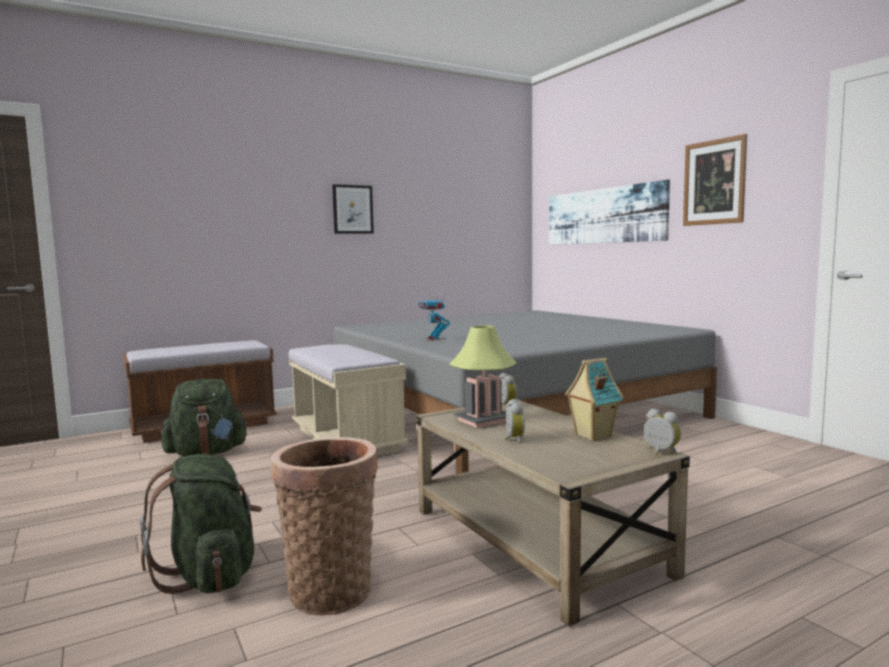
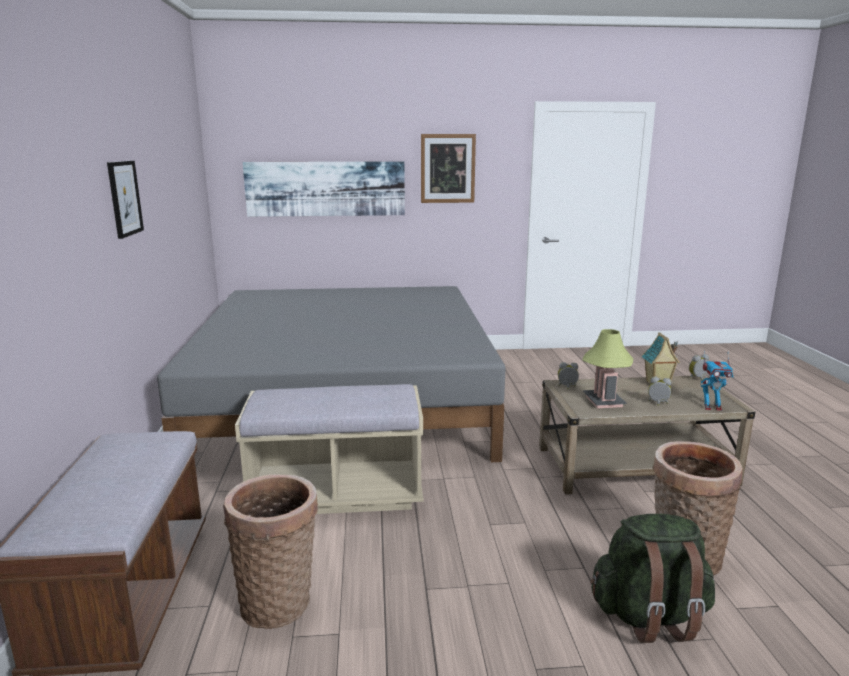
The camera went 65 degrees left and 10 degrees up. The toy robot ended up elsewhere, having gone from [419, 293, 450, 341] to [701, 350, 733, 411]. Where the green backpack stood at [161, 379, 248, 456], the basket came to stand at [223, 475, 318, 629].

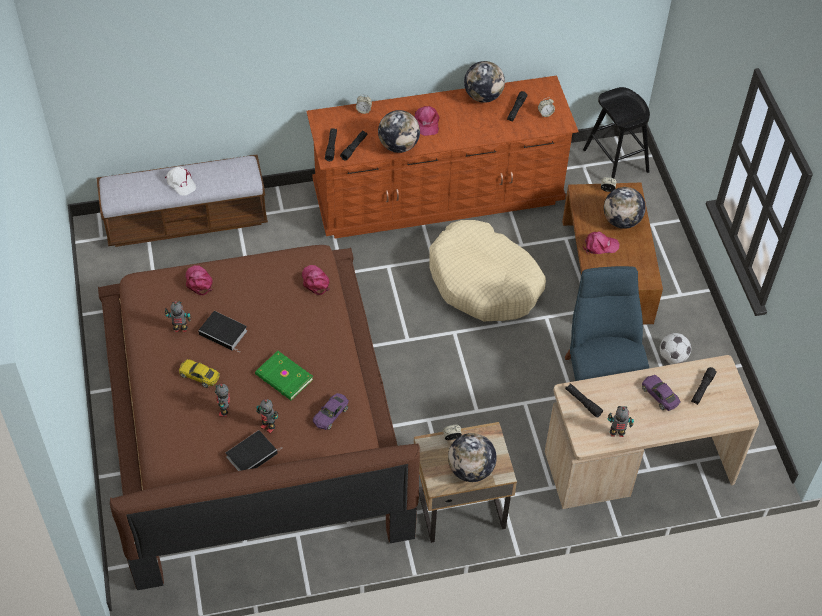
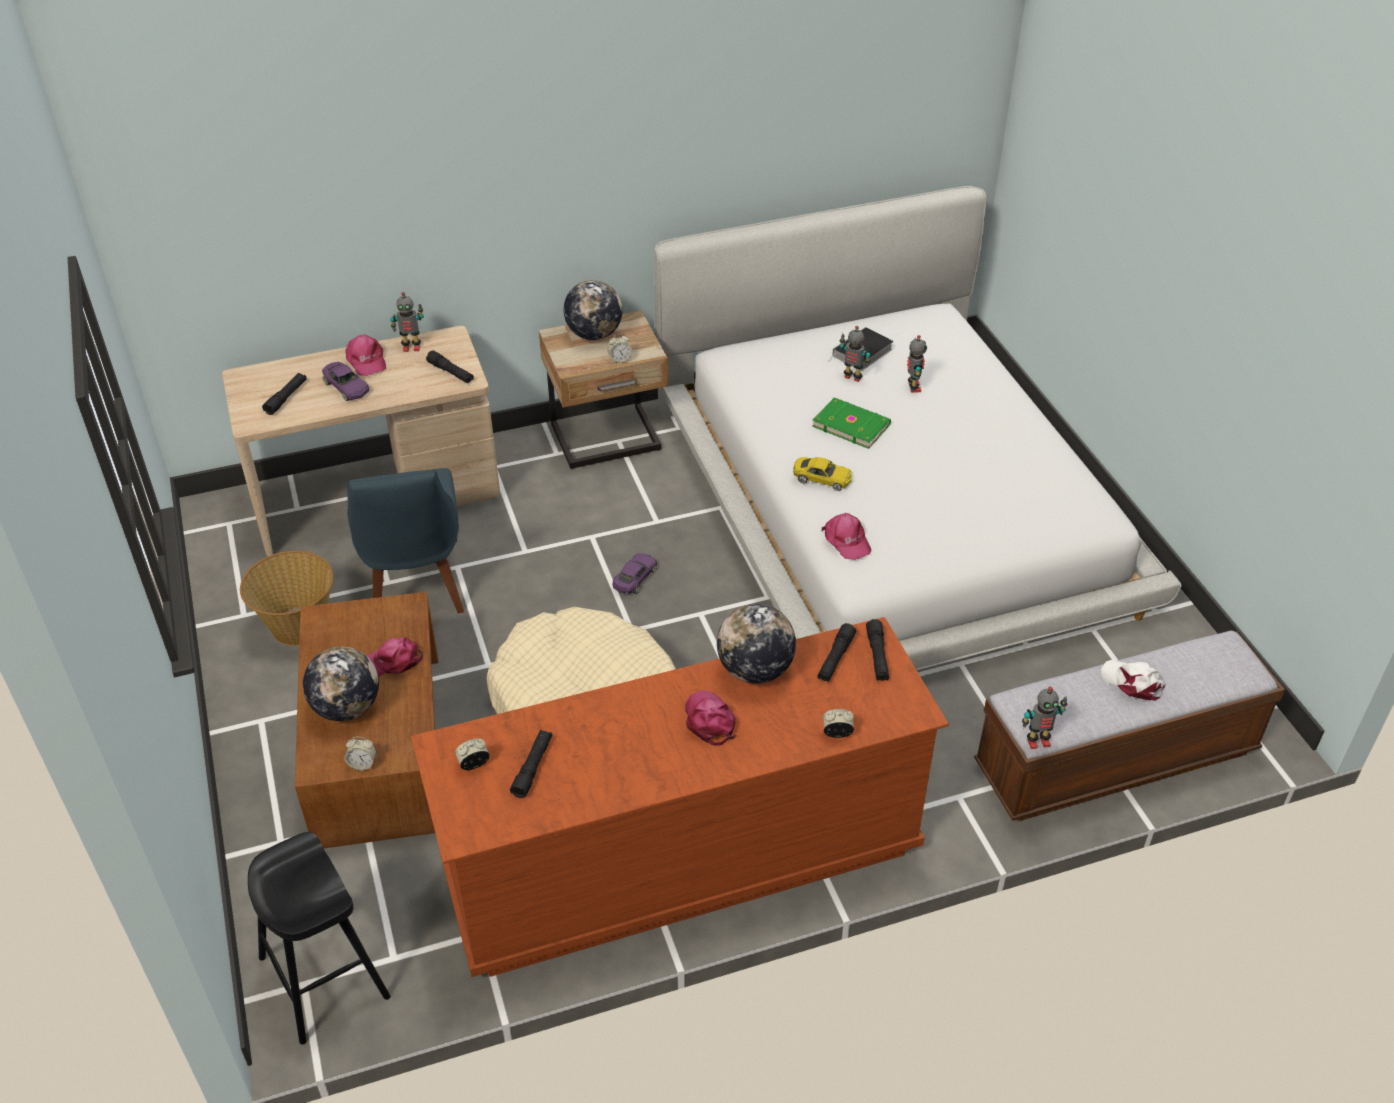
The camera went 175 degrees right and 10 degrees down. The second view lost the globe at [464, 61, 505, 103]. What was the brown bed at [98, 245, 420, 590] turned into the white bed at [654, 186, 1182, 670]. The pink cap ended up elsewhere, having gone from [186, 265, 213, 295] to [345, 335, 386, 376]. The toy robot ended up elsewhere, having gone from [164, 301, 191, 332] to [1022, 687, 1067, 749]. The second view lost the book at [198, 311, 247, 352]. Where the football stood at [660, 333, 691, 364], the basket came to stand at [240, 551, 333, 646]. The yellow toy car ended up elsewhere, having gone from [179, 359, 220, 388] to [793, 457, 852, 491]. The purple toy car ended up elsewhere, having gone from [313, 393, 349, 430] to [612, 553, 657, 594].

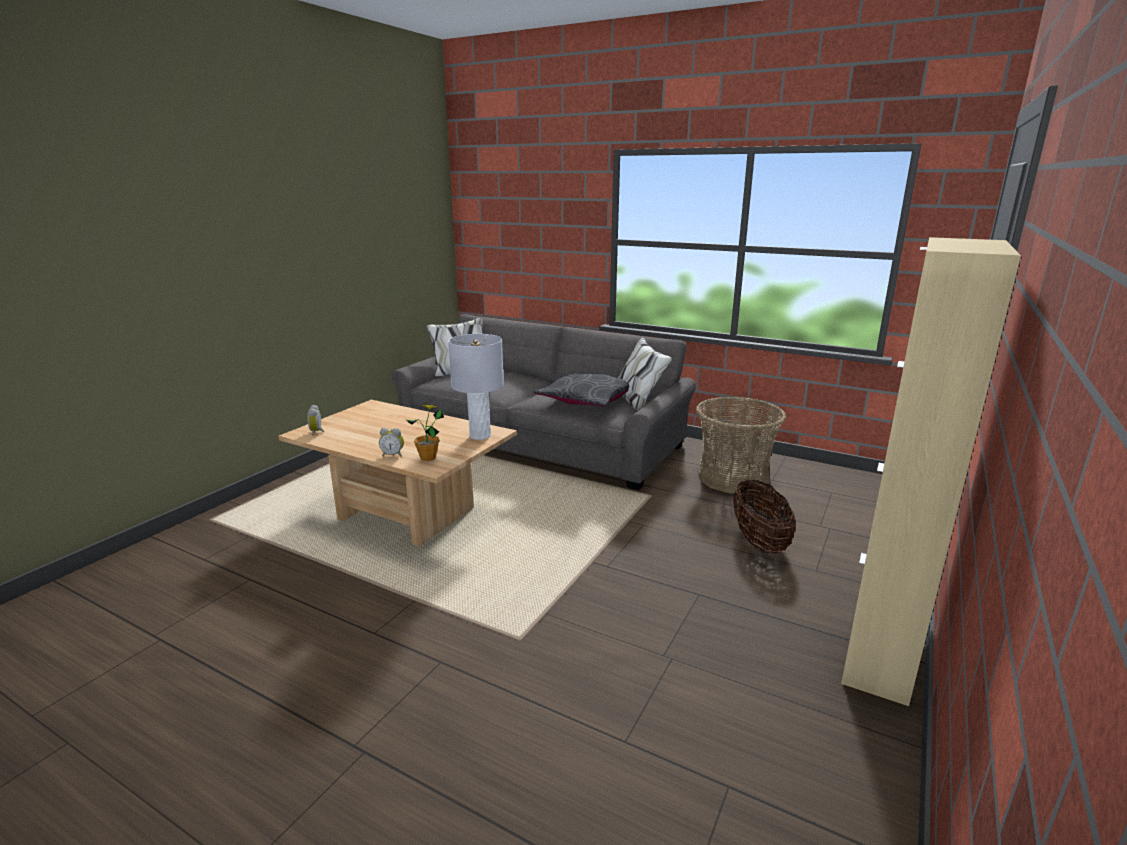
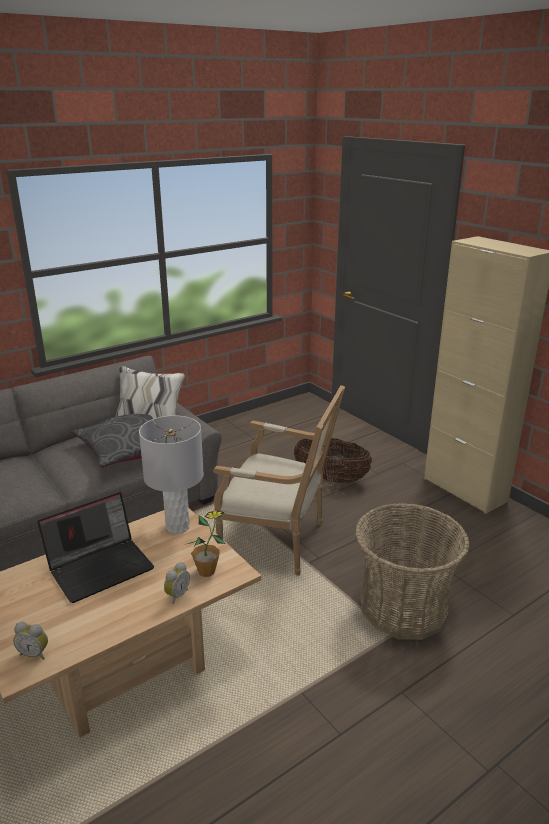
The camera went 65 degrees left and 5 degrees up. The basket ended up elsewhere, having gone from [696, 397, 786, 494] to [355, 503, 470, 640]. The second view gained the armchair at [213, 385, 345, 576]. The second view gained the laptop at [37, 492, 154, 603].

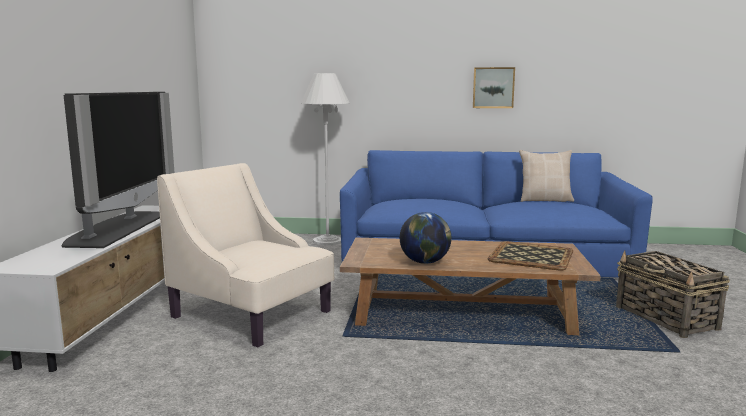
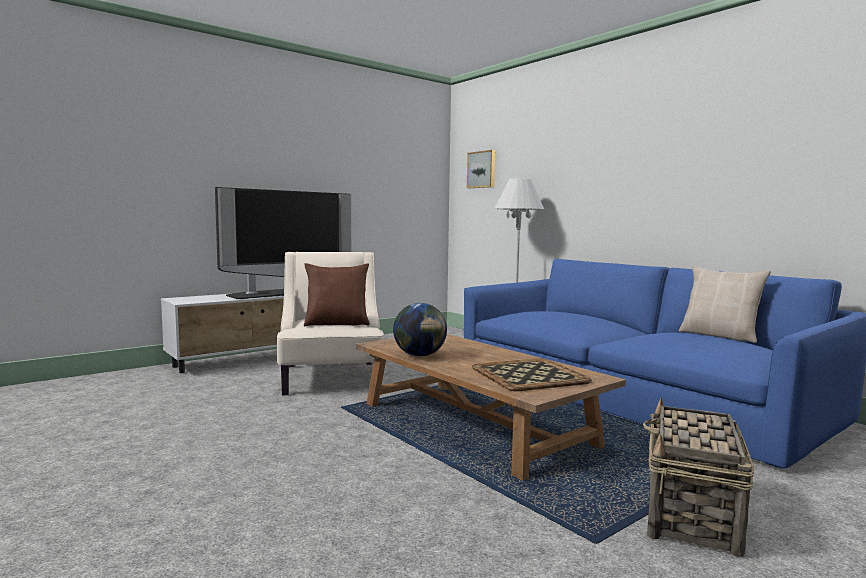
The camera went 45 degrees right and 5 degrees down. The picture ended up elsewhere, having gone from [473, 67, 515, 108] to [467, 150, 495, 188]. The second view gained the brown pillow at [304, 263, 370, 326].

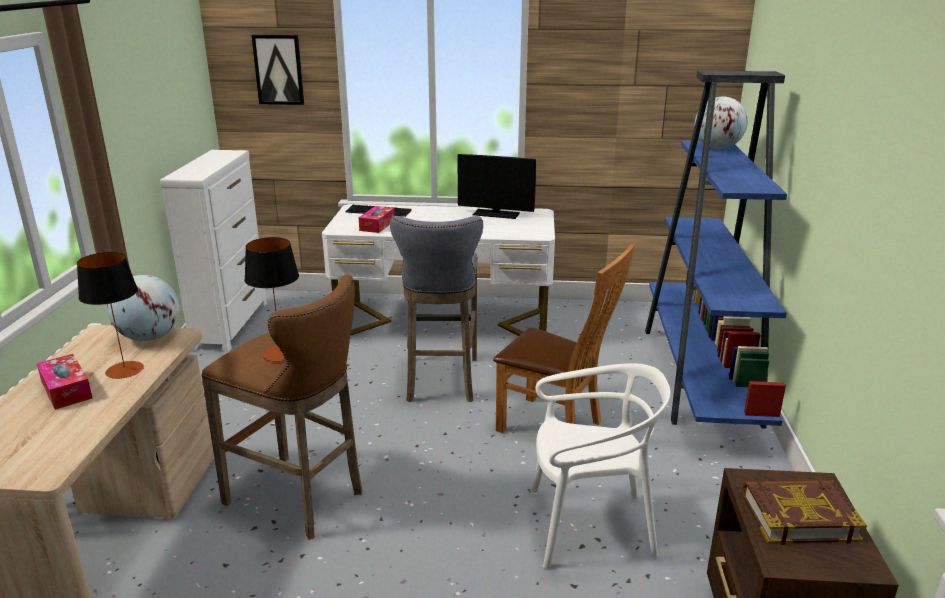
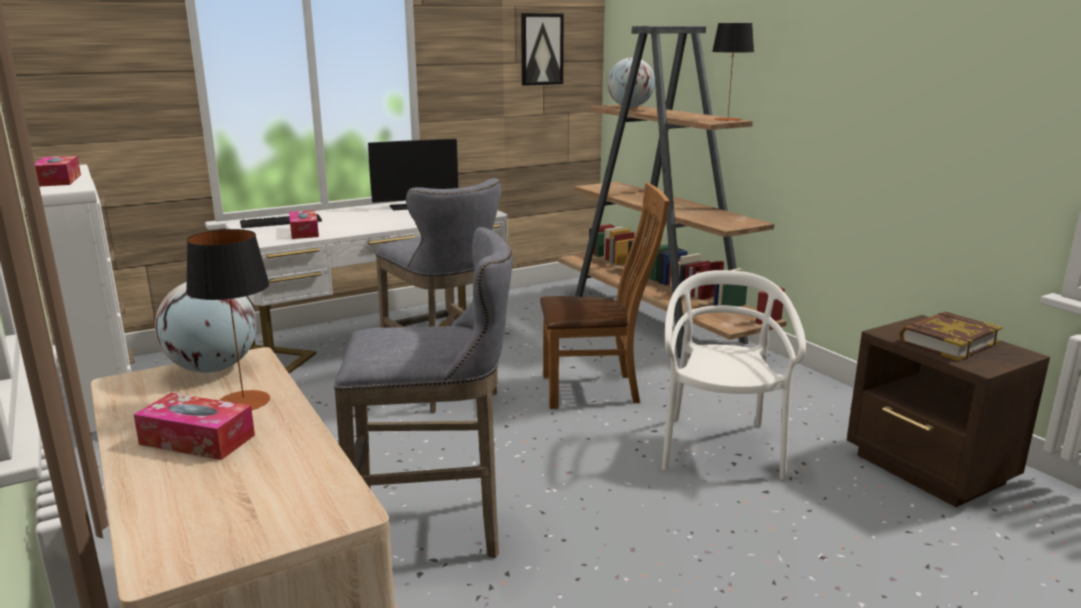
The camera went 35 degrees left and 5 degrees down. The picture ended up elsewhere, having gone from [251, 35, 304, 105] to [521, 13, 564, 86]. What was the blue bookcase at [645, 71, 787, 429] turned into the brown bookcase at [558, 26, 787, 359]. The table lamp ended up elsewhere, having gone from [244, 237, 299, 362] to [712, 23, 754, 121]. What was the brown stool at [201, 274, 362, 540] turned into the grey stool at [334, 227, 513, 558]. The white chair at [532, 363, 671, 569] ended up facing another way, 45 degrees counterclockwise from before. The second view gained the tissue box at [35, 156, 81, 187].

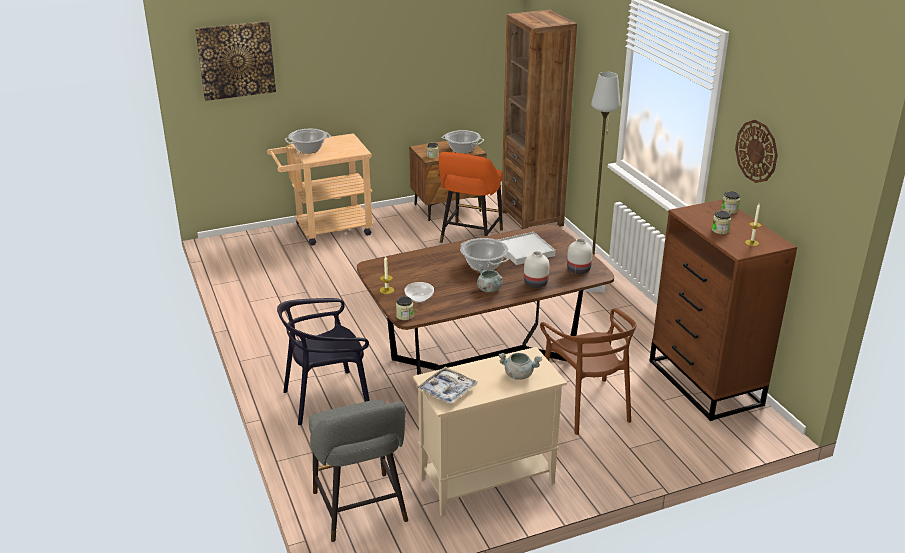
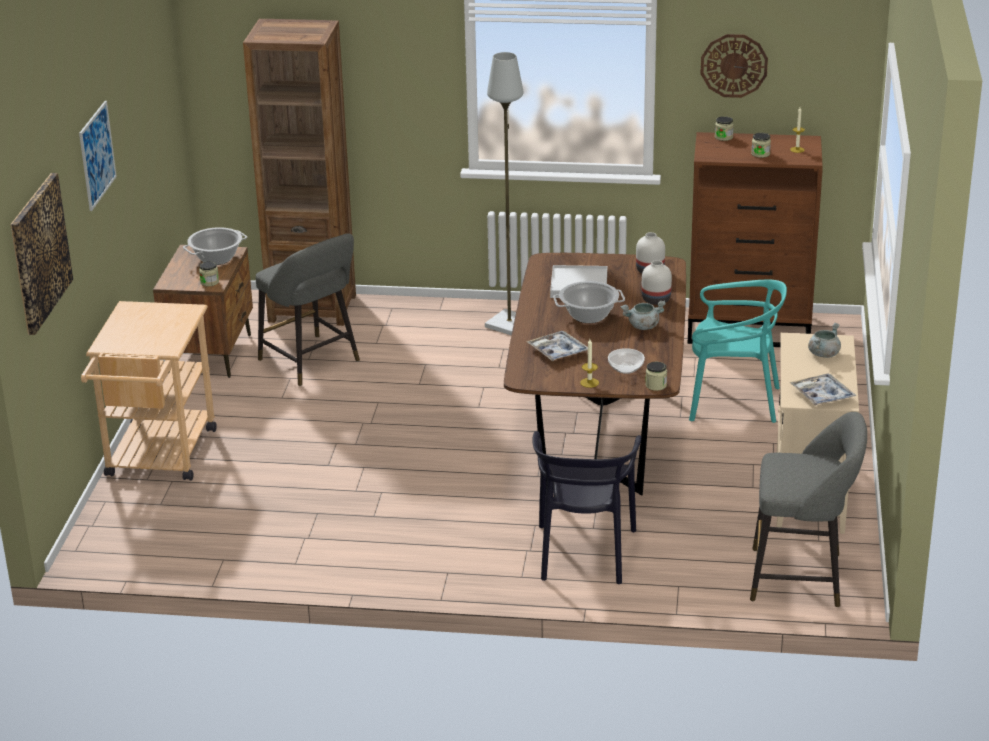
The camera went 60 degrees left and 0 degrees up. The second view lost the cooking pot at [285, 129, 331, 154]. What was the orange stool at [439, 152, 503, 243] turned into the grey stool at [256, 233, 360, 386]. What was the brown chair at [540, 308, 637, 435] turned into the turquoise chair at [689, 280, 787, 423]. The second view gained the picture at [79, 101, 117, 211]. The second view gained the tray at [526, 331, 588, 361].

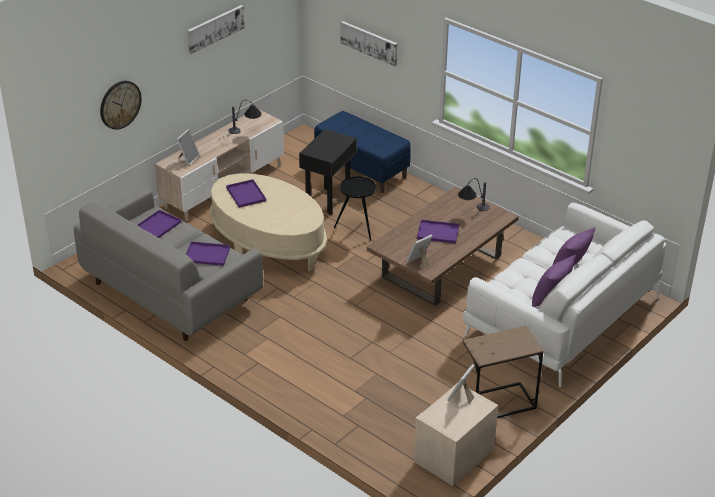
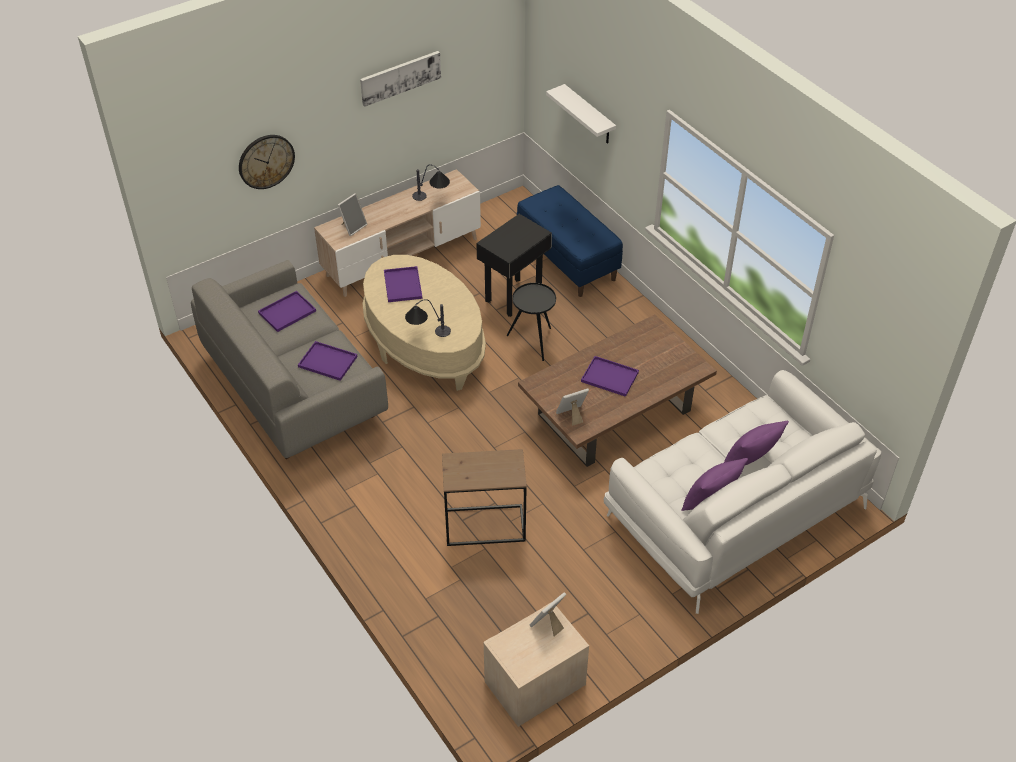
The camera went 15 degrees right and 10 degrees up. Where the picture hung at [341, 21, 397, 66], the white shelf came to hang at [546, 84, 616, 144]. The table lamp ended up elsewhere, having gone from [458, 178, 490, 211] to [405, 299, 451, 337]. The brown side table ended up elsewhere, having gone from [463, 326, 544, 418] to [442, 449, 527, 546].

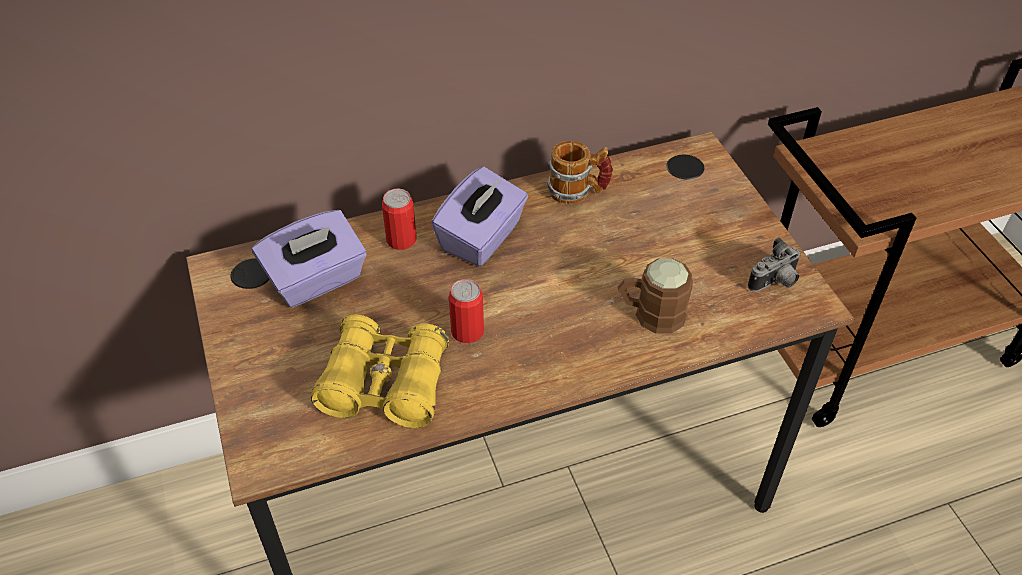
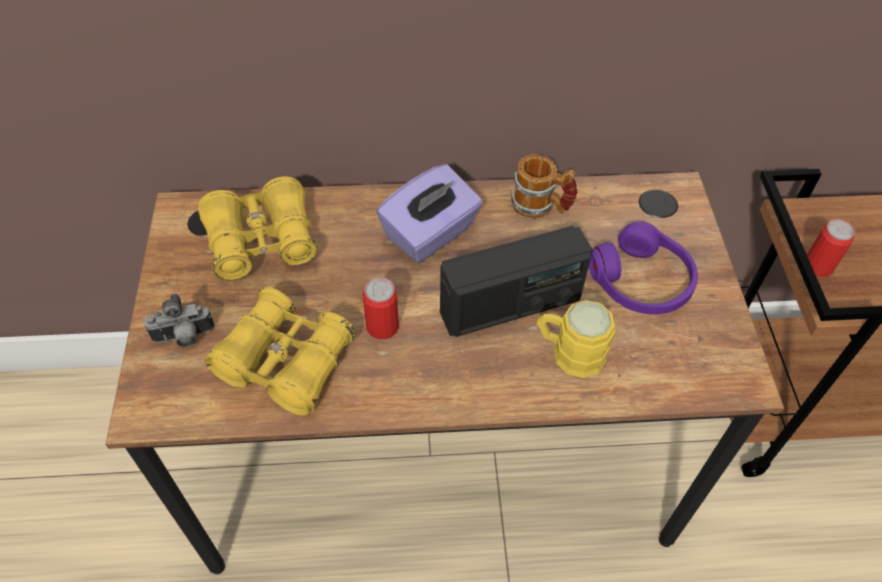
The camera went 15 degrees right and 5 degrees up. The can ended up elsewhere, having gone from [382, 189, 417, 250] to [807, 219, 855, 277]. Where the purple tissue box stood at [252, 210, 367, 307], the yellow binoculars came to stand at [198, 177, 318, 281]. The photo camera ended up elsewhere, having gone from [747, 237, 801, 292] to [144, 294, 214, 347]. What was the brown mug at [618, 258, 693, 334] turned into the yellow mug at [537, 300, 615, 378]. The second view gained the purple headphones at [589, 222, 698, 314]. The second view gained the radio at [440, 226, 593, 337].

